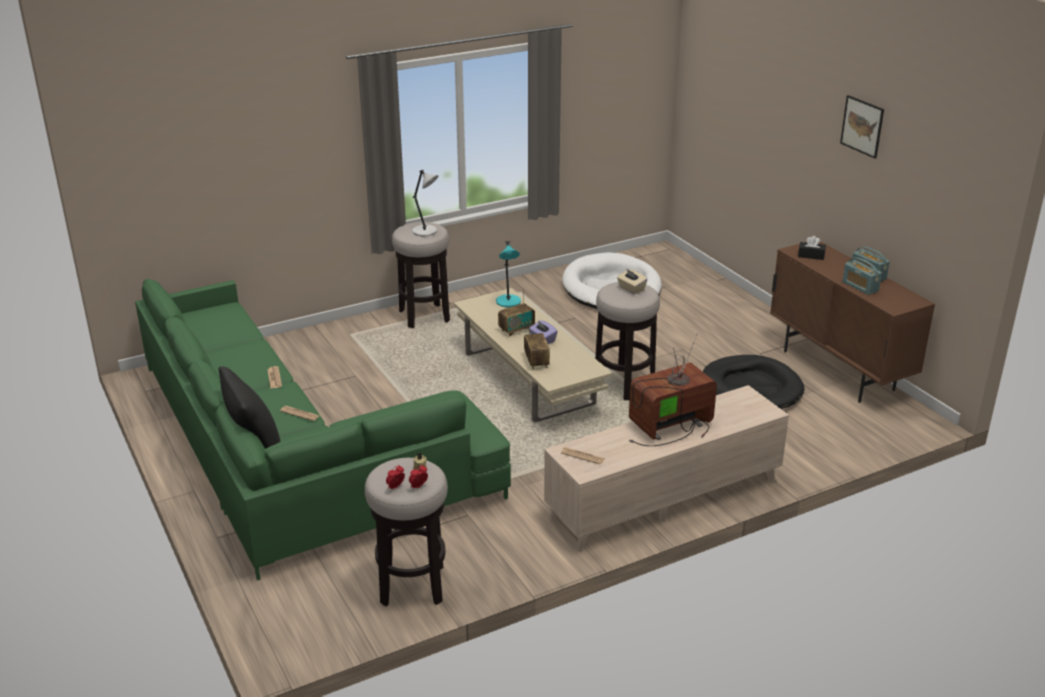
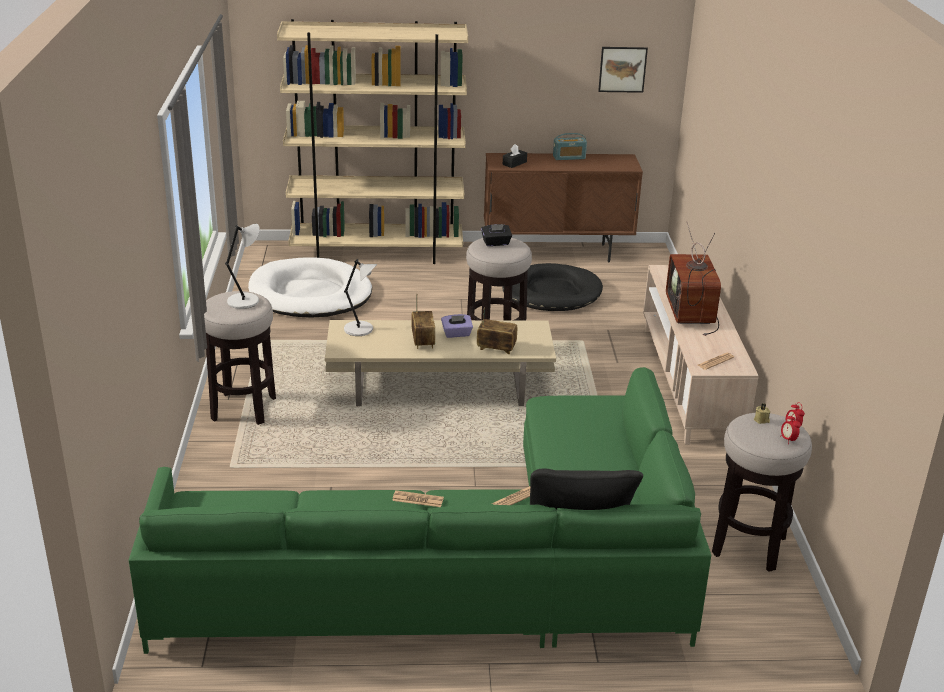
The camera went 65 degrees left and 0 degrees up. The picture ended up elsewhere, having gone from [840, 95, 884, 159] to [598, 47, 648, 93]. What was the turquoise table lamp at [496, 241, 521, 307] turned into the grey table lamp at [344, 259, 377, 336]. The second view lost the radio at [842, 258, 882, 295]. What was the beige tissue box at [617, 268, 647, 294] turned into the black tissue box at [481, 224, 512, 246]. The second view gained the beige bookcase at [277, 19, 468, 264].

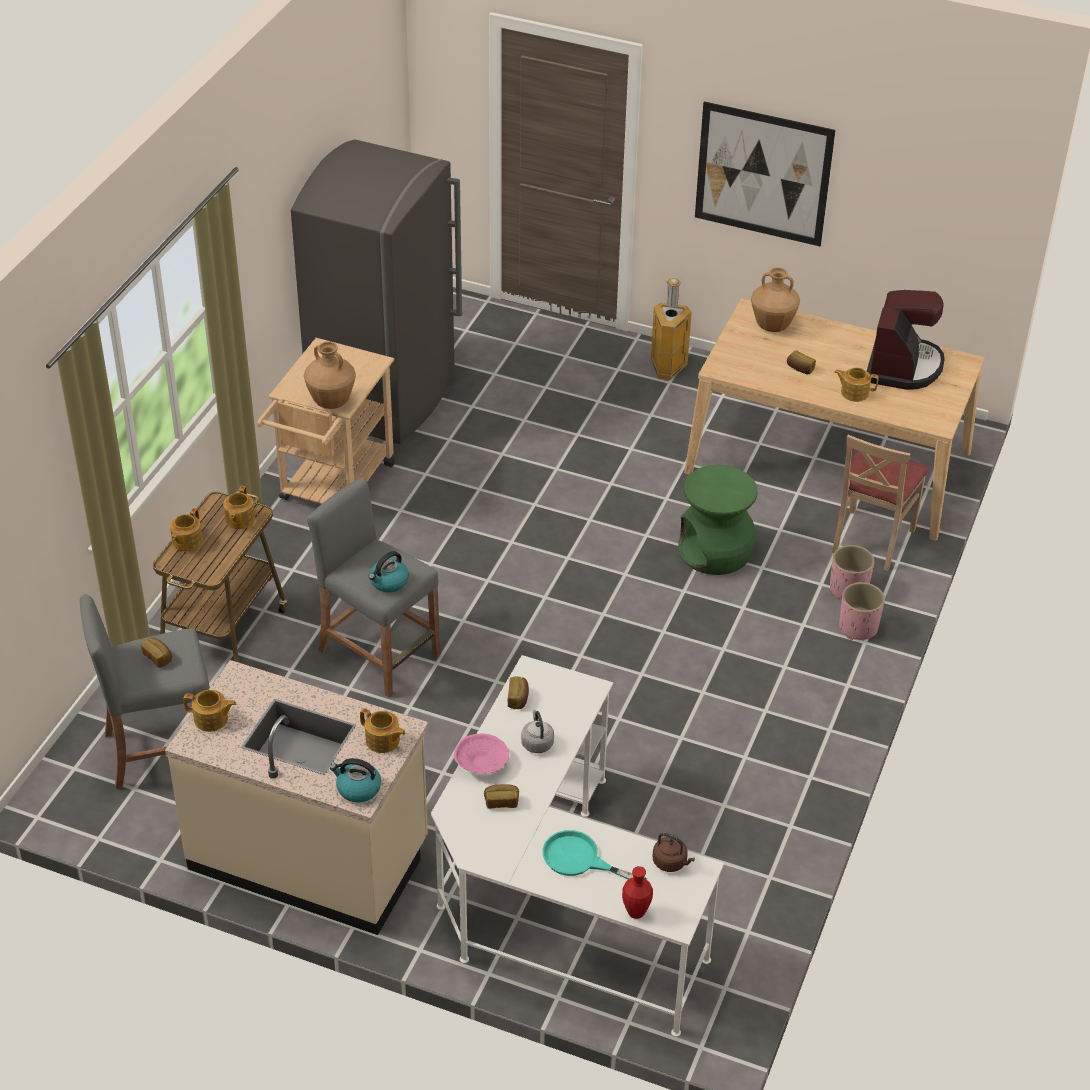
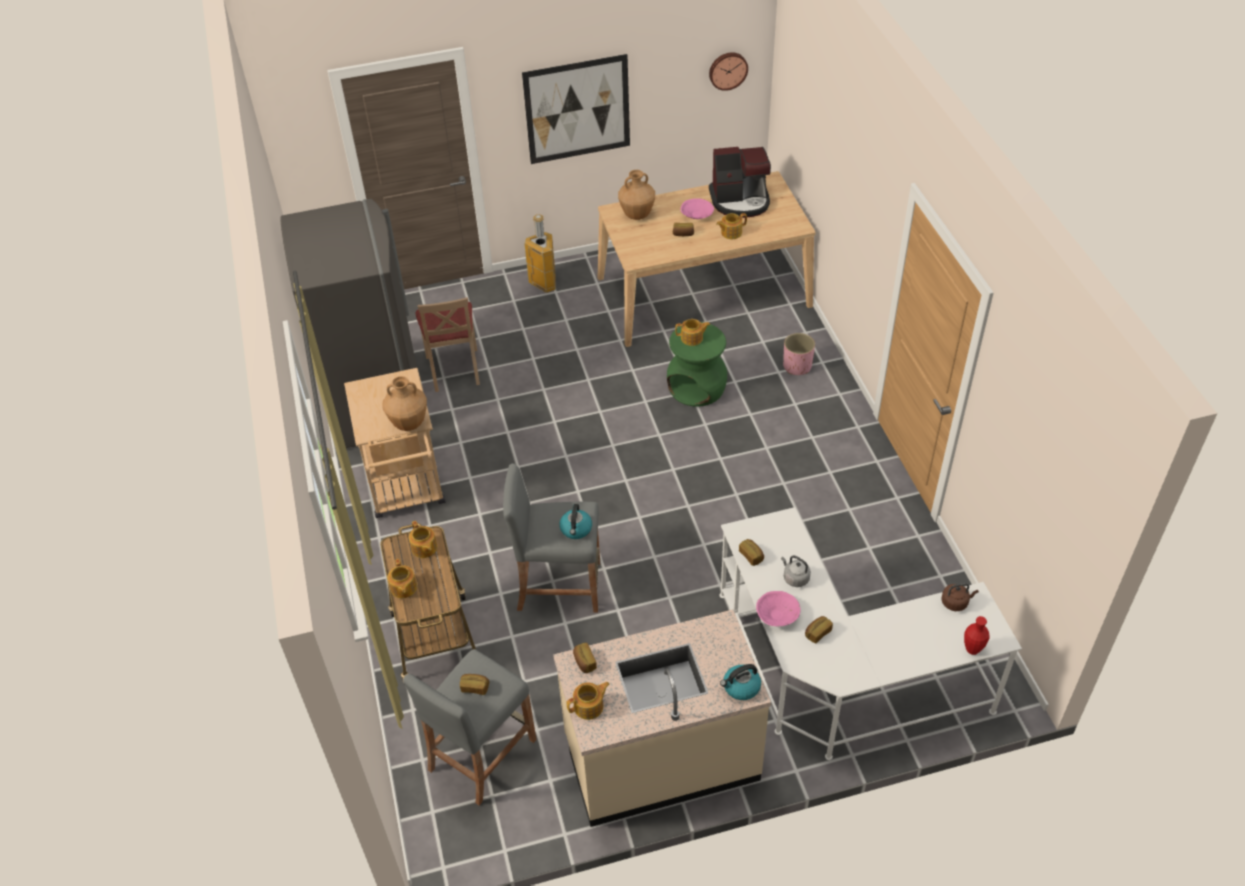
The camera went 35 degrees left and 5 degrees up. The coffee machine at [867, 290, 945, 390] ended up facing another way, 105 degrees clockwise from before. The beige chair ended up elsewhere, having gone from [832, 435, 929, 571] to [416, 297, 480, 392]. The second view lost the pink planter at [839, 582, 885, 640]. The teapot ended up elsewhere, having gone from [360, 708, 405, 753] to [675, 319, 710, 346]. The second view lost the turquoise frying pan at [542, 830, 647, 880]. The second view gained the wall clock at [709, 52, 748, 91]. The second view gained the pink bowl at [681, 198, 714, 219]. The second view gained the bread at [573, 643, 597, 673].

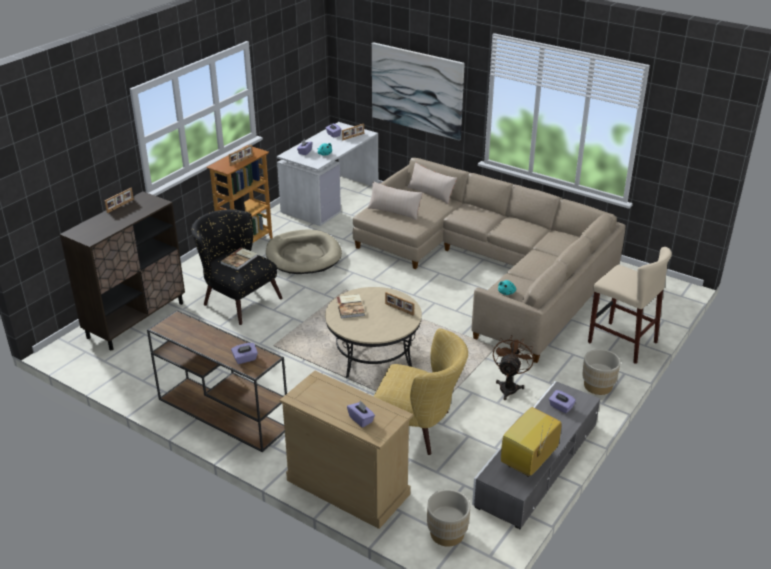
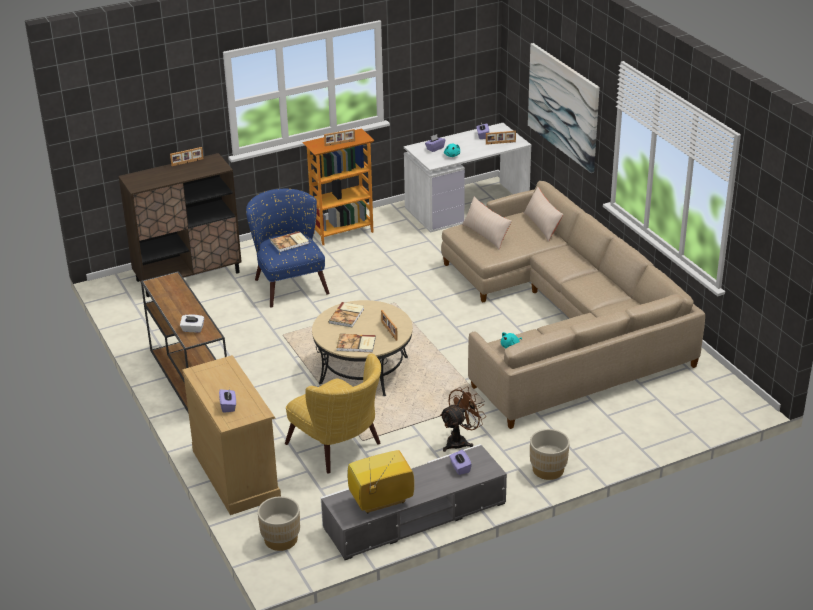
The camera went 30 degrees right and 0 degrees up. What was the black armchair at [191, 210, 282, 325] turned into the blue armchair at [246, 189, 329, 308]. The second view lost the beige dog bed at [266, 230, 342, 274]. The second view lost the beige stool at [588, 247, 672, 364]. What was the purple tissue box at [231, 343, 258, 364] turned into the white tissue box at [180, 315, 204, 333]. The second view gained the book at [337, 334, 376, 352].

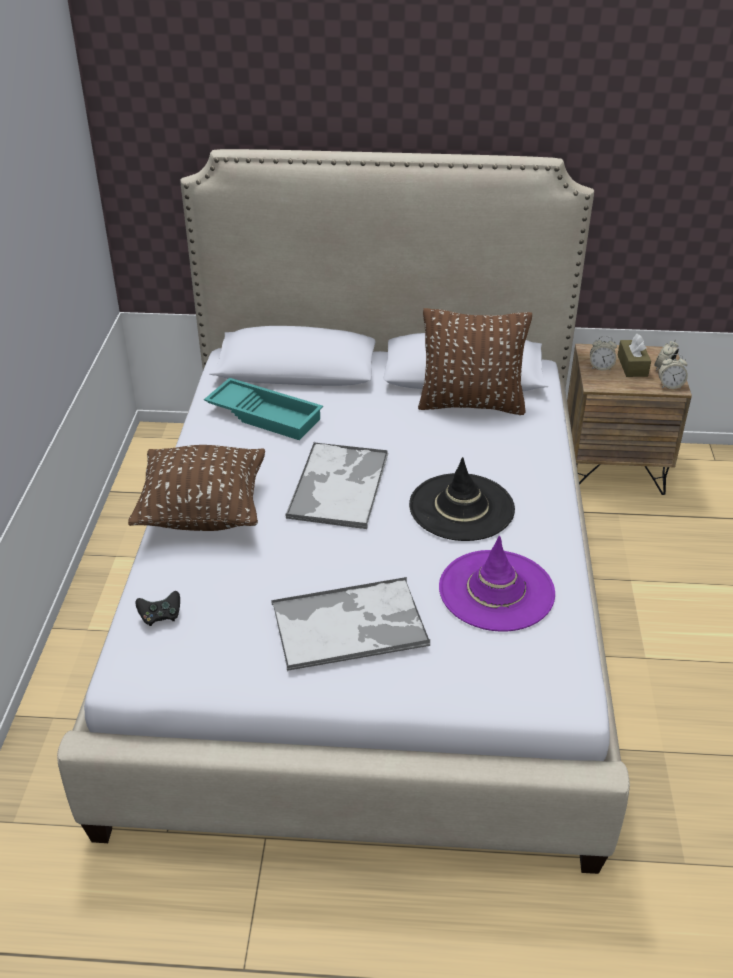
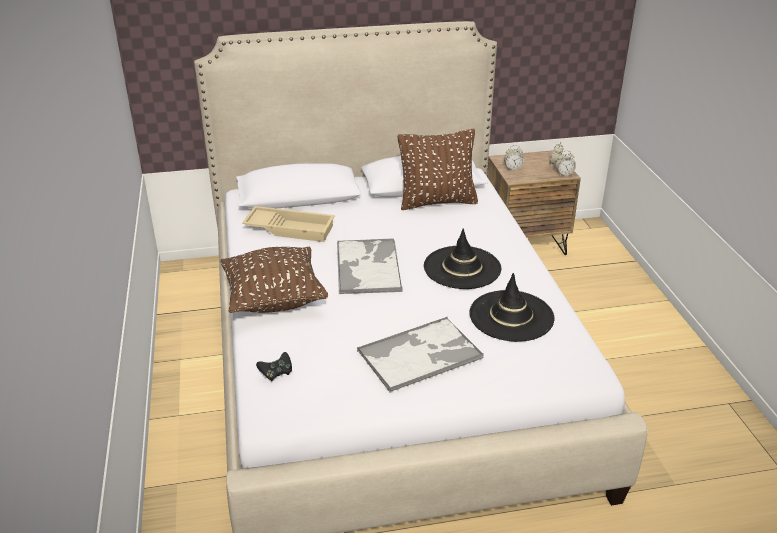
The camera went 15 degrees left and 5 degrees down. The second view lost the brown tissue box at [618, 334, 651, 377]. What was the turquoise tray at [204, 378, 323, 440] turned into the beige tray at [242, 206, 335, 242]. What was the purple hat at [439, 536, 555, 632] turned into the black hat at [469, 273, 554, 342].

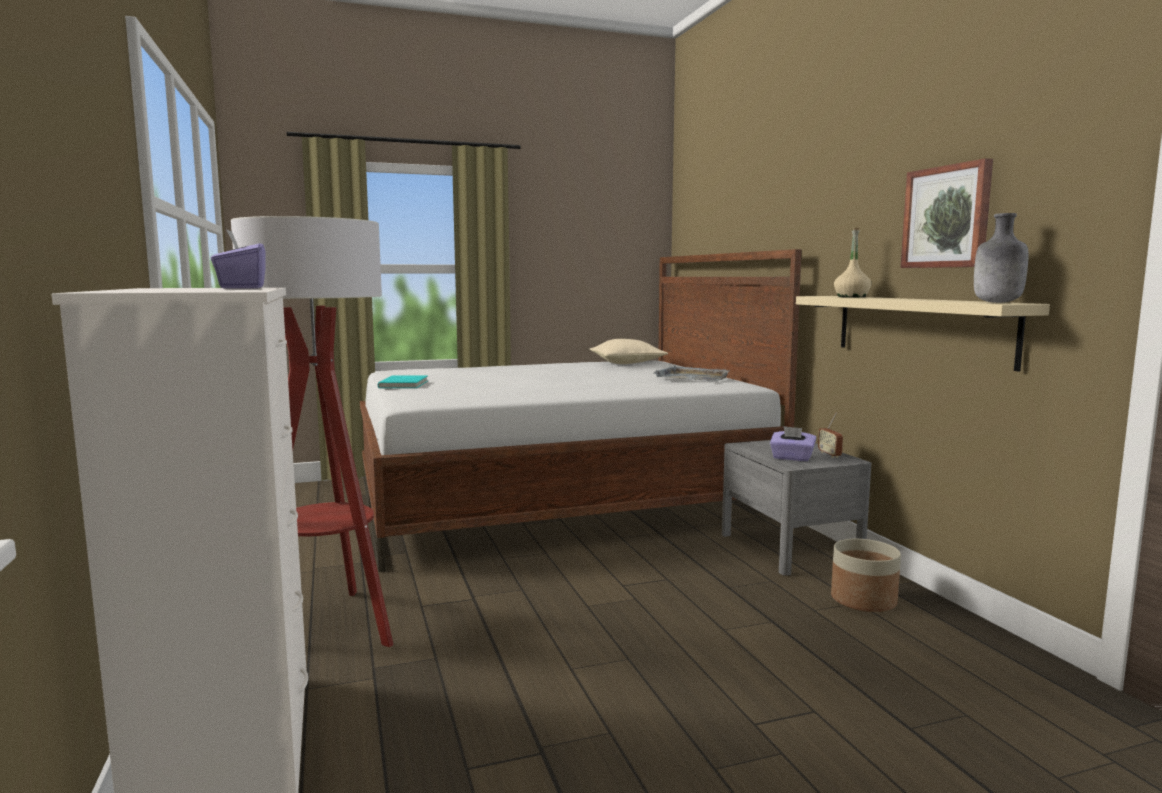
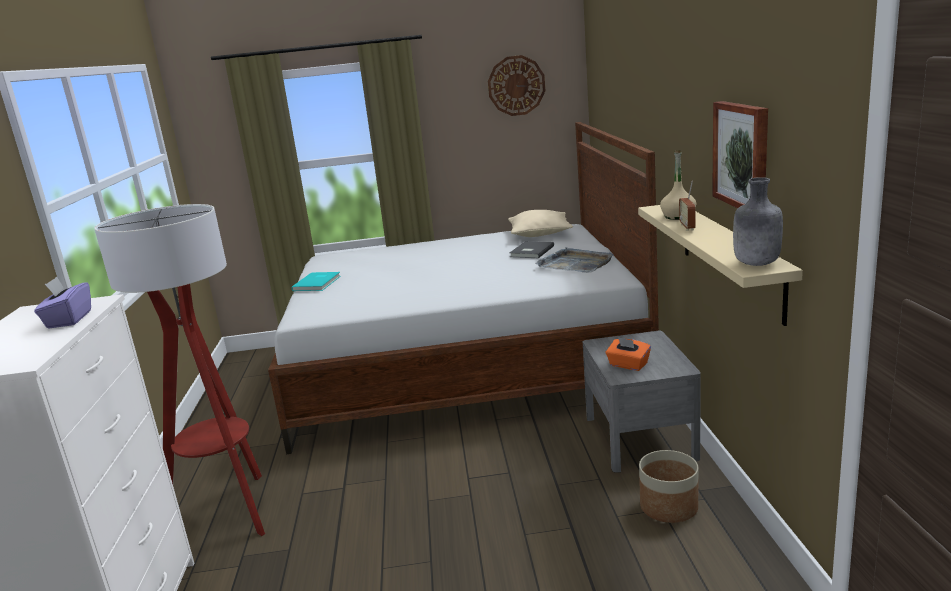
The camera went 15 degrees right and 10 degrees up. The radio ended up elsewhere, having gone from [818, 413, 843, 458] to [679, 181, 696, 231]. What was the purple tissue box at [770, 426, 816, 461] turned into the orange tissue box at [606, 337, 651, 371]. The second view gained the wall clock at [488, 55, 545, 116]. The second view gained the grey book at [510, 241, 554, 258].

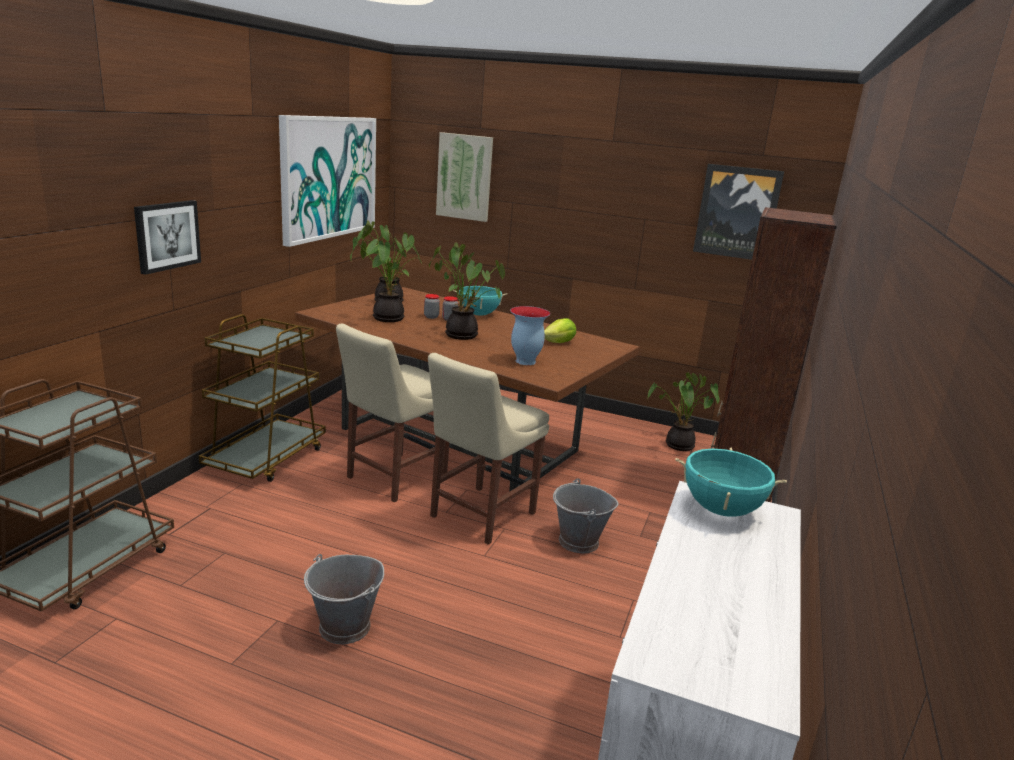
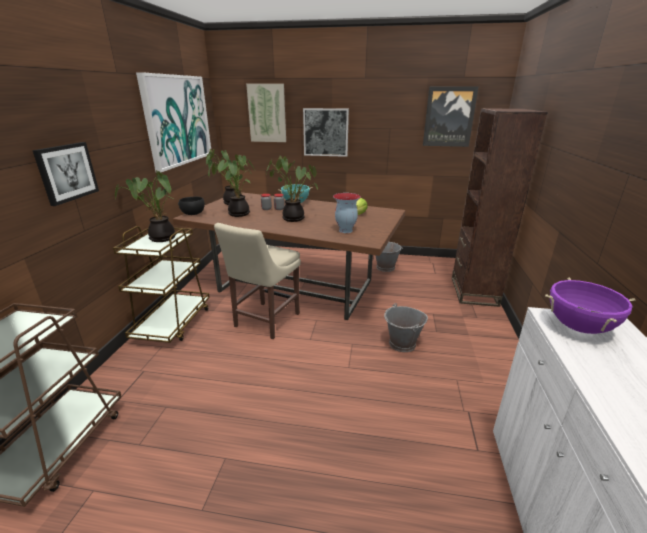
The camera went 10 degrees left and 5 degrees up. The second view lost the beige chair at [428, 353, 549, 545]. The potted plant ended up elsewhere, having gone from [647, 372, 720, 451] to [115, 170, 175, 242]. What was the turquoise cooking pot at [675, 448, 787, 517] turned into the purple cooking pot at [545, 278, 635, 334]. The grey bucket ended up elsewhere, having gone from [304, 554, 384, 644] to [376, 242, 403, 272]. The second view gained the picture at [303, 108, 349, 157]. The second view gained the black bowl at [178, 197, 205, 215].

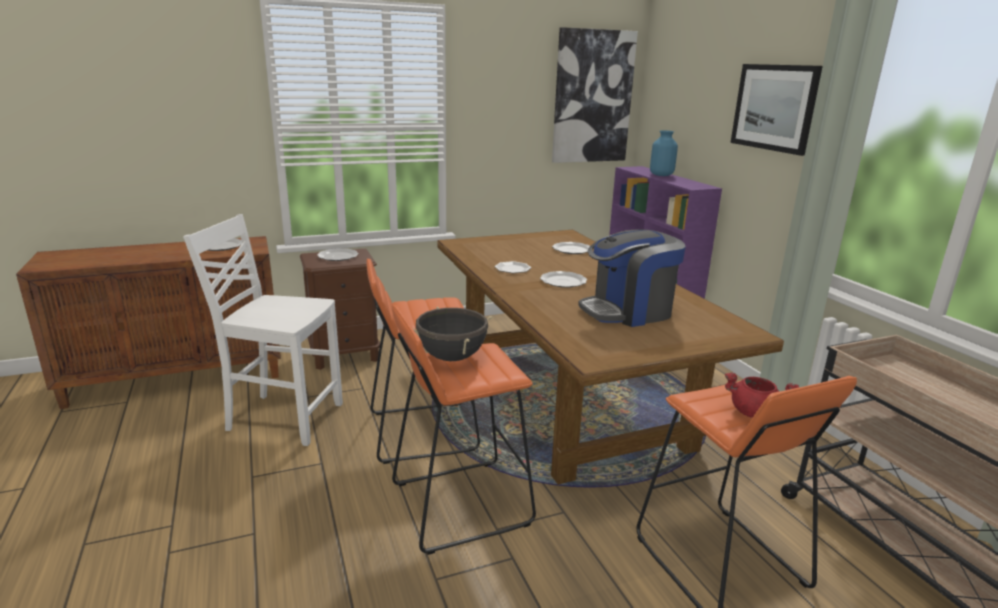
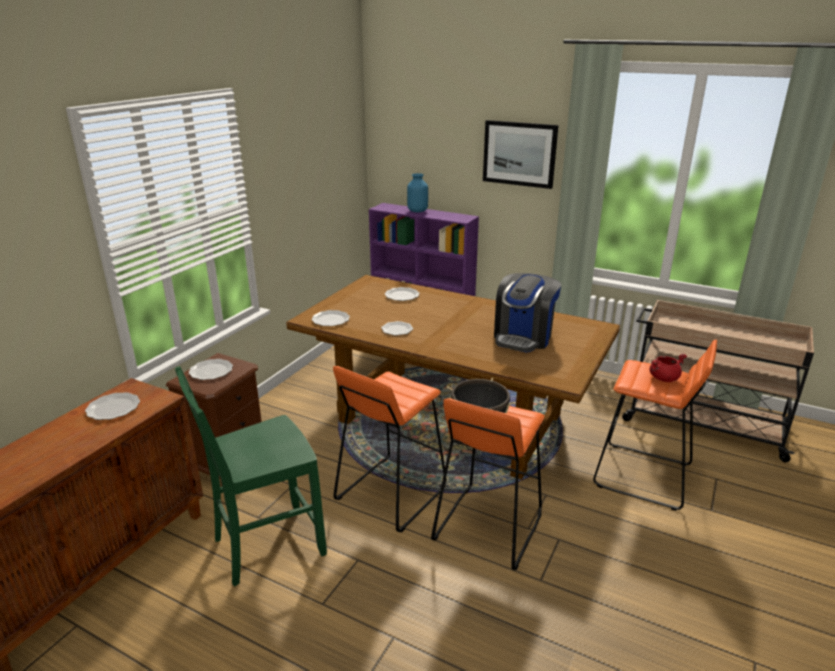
The camera went 40 degrees left and 5 degrees up. The second view lost the picture at [552, 27, 638, 163]. What was the white chair at [183, 214, 343, 446] turned into the green chair at [175, 366, 327, 586]. The plate ended up elsewhere, having gone from [540, 271, 587, 288] to [312, 310, 350, 326].

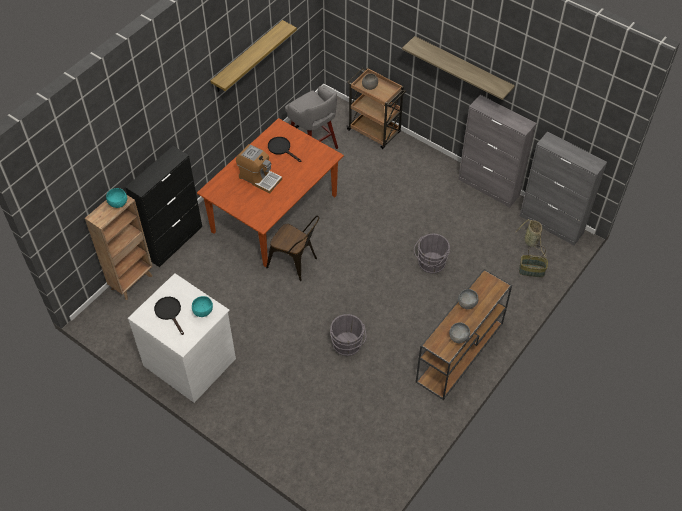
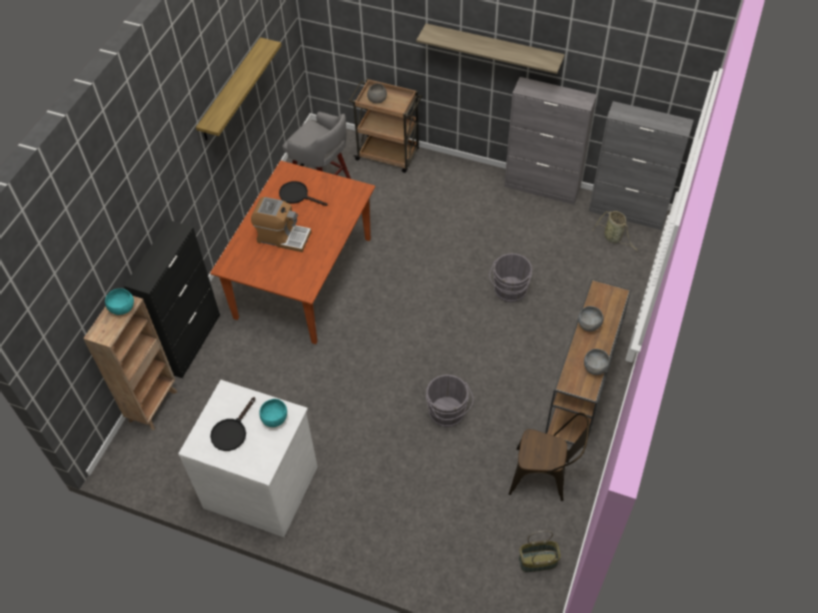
The camera went 15 degrees left and 0 degrees up. The brown chair ended up elsewhere, having gone from [266, 215, 319, 281] to [509, 412, 589, 501]. The basket ended up elsewhere, having gone from [519, 245, 548, 277] to [519, 531, 561, 572]. The black frying pan at [154, 297, 184, 335] ended up facing another way, 105 degrees counterclockwise from before.

